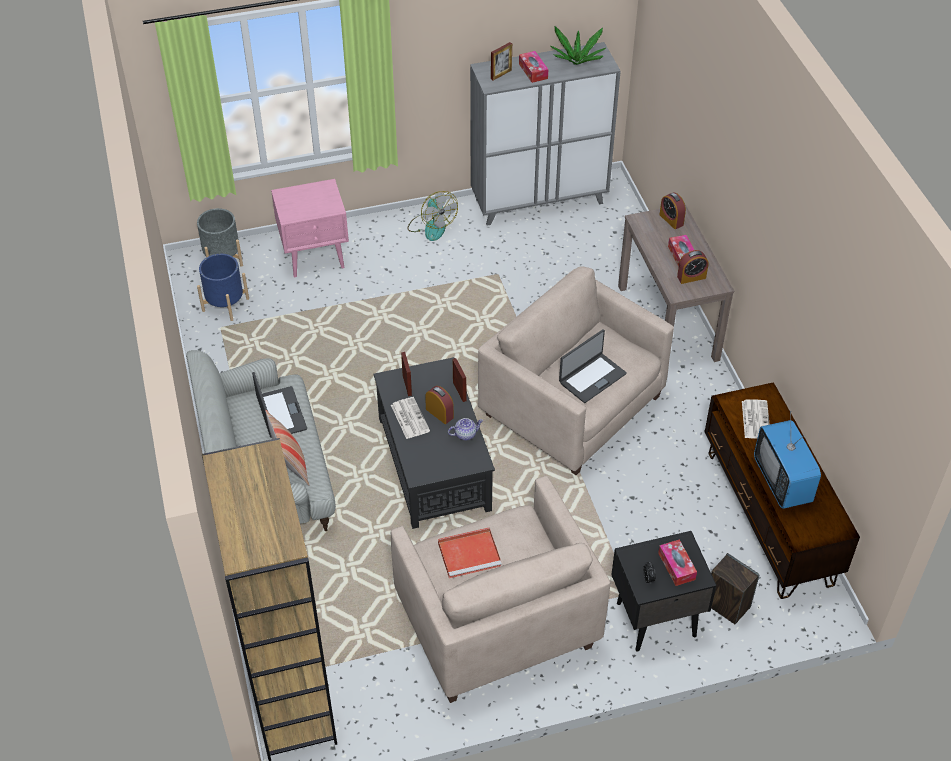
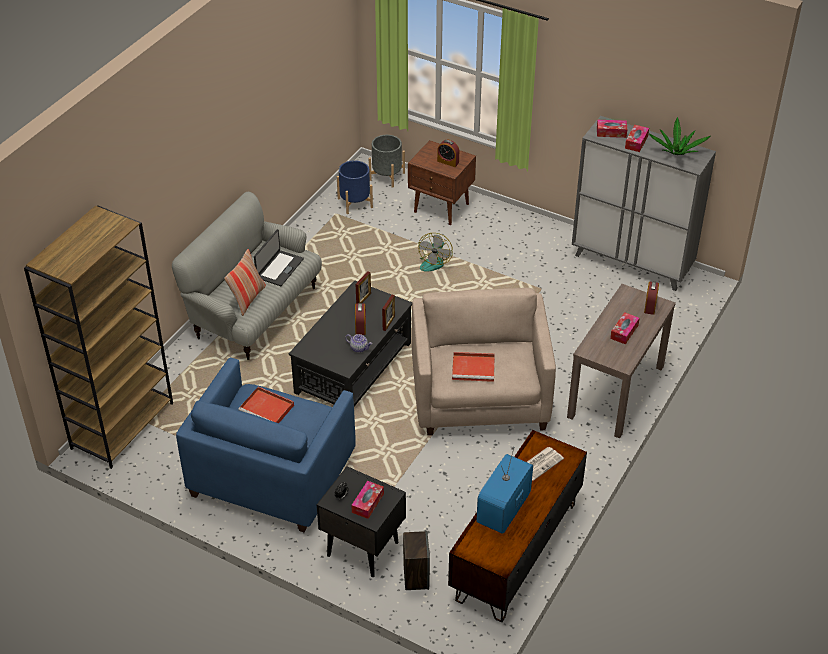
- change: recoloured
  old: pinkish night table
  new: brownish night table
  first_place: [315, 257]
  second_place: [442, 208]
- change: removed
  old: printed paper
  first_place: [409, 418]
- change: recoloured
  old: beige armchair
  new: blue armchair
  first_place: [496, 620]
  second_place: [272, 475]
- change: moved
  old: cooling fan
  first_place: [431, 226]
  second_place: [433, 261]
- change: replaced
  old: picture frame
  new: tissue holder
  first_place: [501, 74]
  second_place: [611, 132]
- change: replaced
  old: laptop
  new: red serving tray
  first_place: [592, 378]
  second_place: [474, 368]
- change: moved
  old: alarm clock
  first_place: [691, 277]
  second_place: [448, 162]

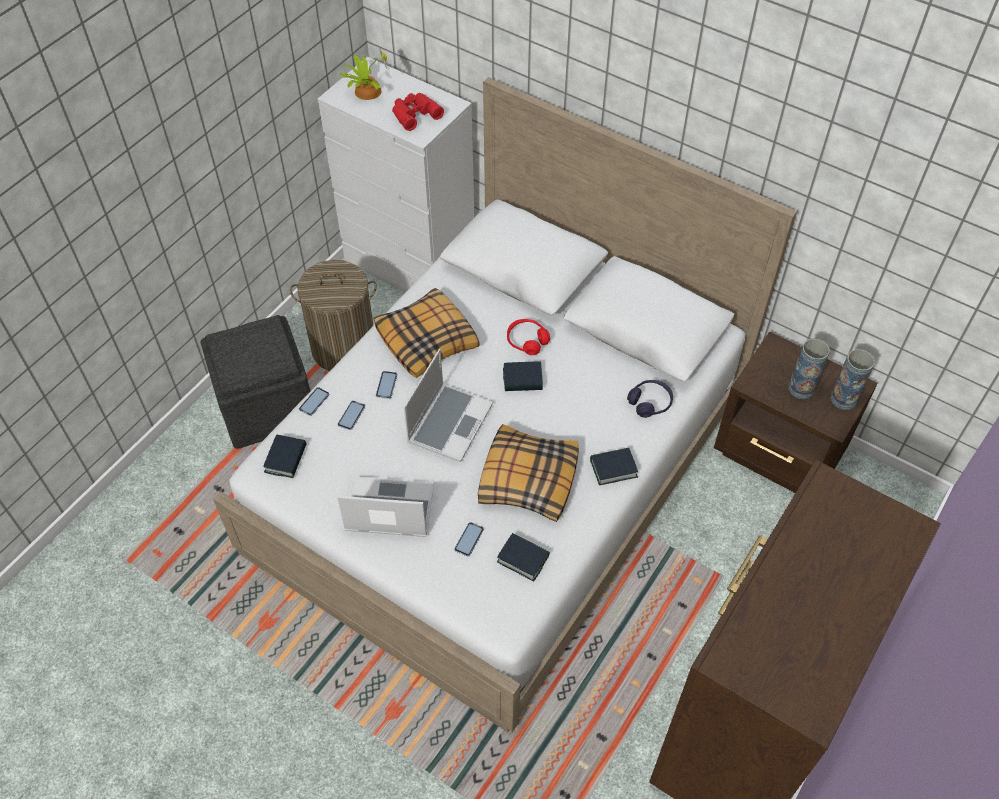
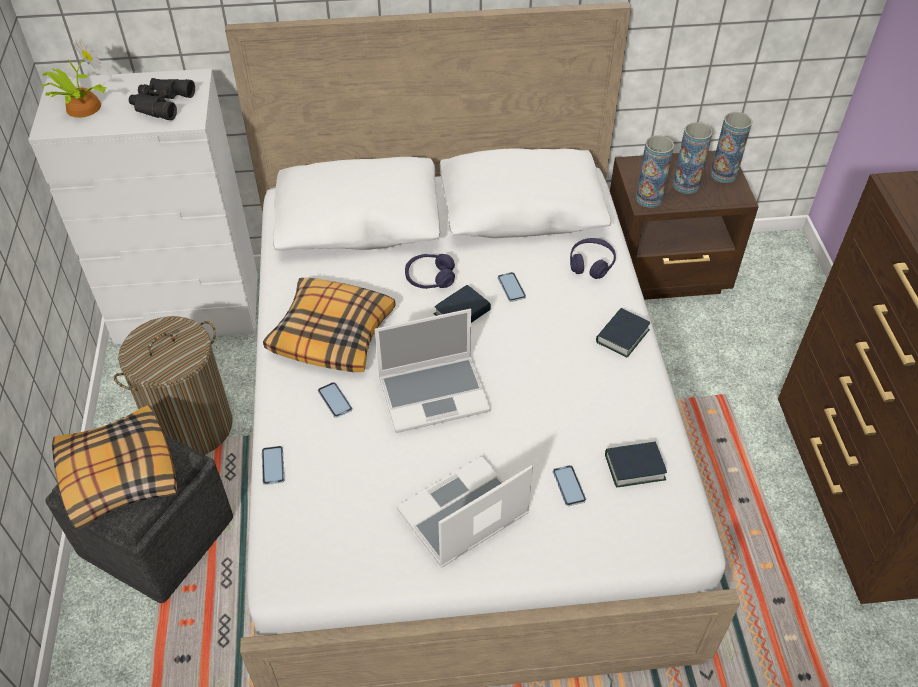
- change: removed
  old: bound book
  first_place: [286, 459]
- change: moved
  old: handset
  first_place: [351, 416]
  second_place: [511, 287]
- change: recoloured
  old: red pair of binoculars
  new: black-coloured pair of binoculars
  first_place: [414, 113]
  second_place: [160, 103]
- change: turned
  old: laptop
  first_place: [449, 422]
  second_place: [434, 393]
  degrees: 90
- change: moved
  old: cushion
  first_place: [527, 479]
  second_place: [117, 475]
- change: recoloured
  old: red pair of headphones
  new: purple-coloured pair of headphones
  first_place: [527, 341]
  second_place: [430, 278]
- change: added
  new: decorative vase
  second_place: [649, 198]

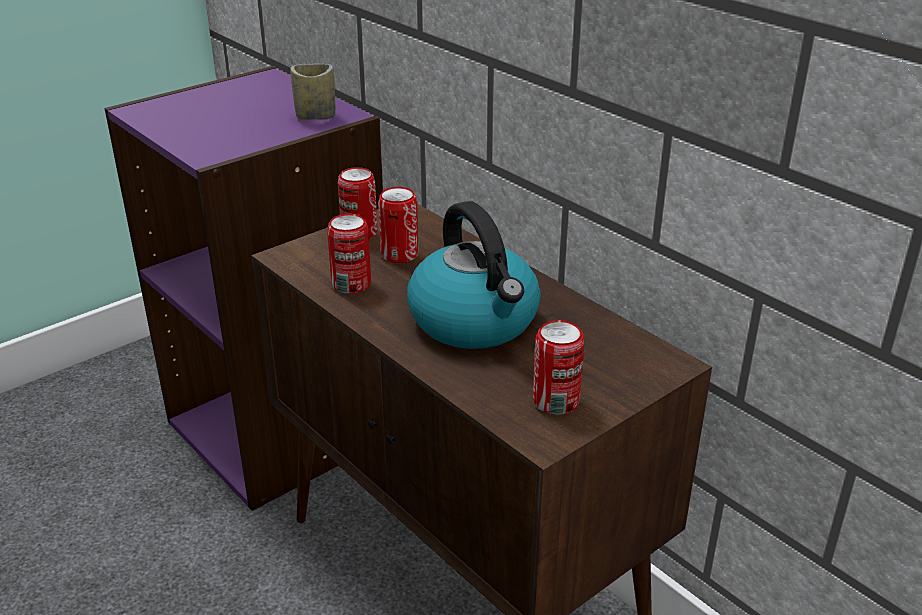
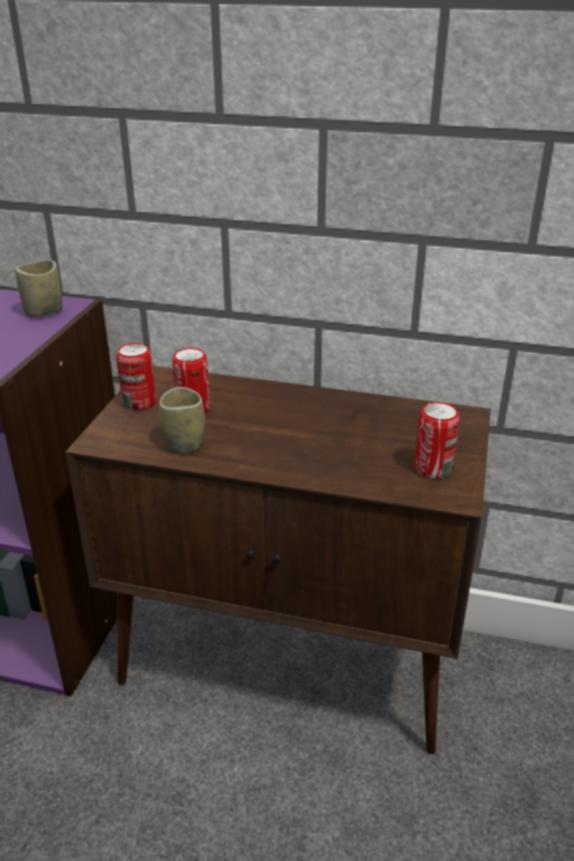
- change: replaced
  old: sealed can
  new: cup
  first_place: [351, 284]
  second_place: [184, 444]
- change: removed
  old: kettle
  first_place: [475, 321]

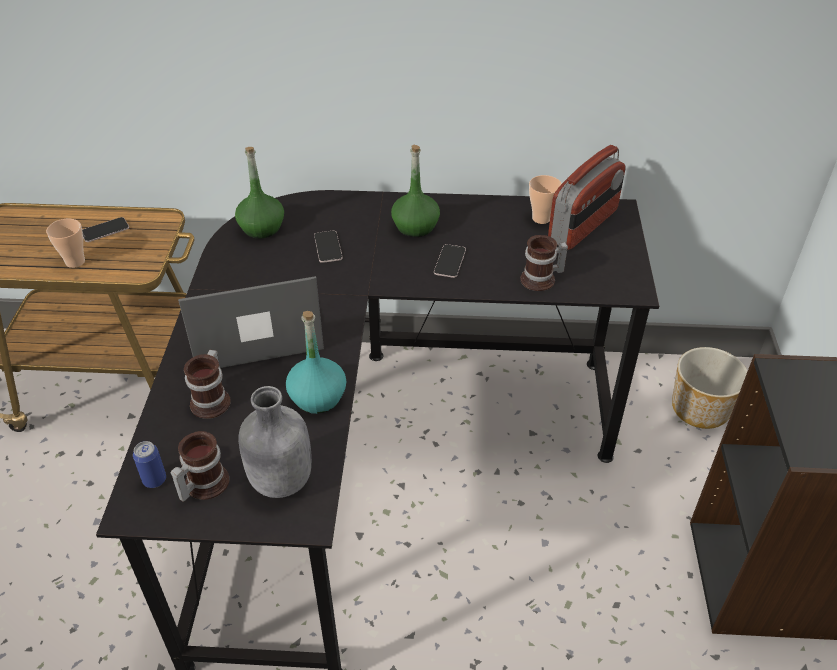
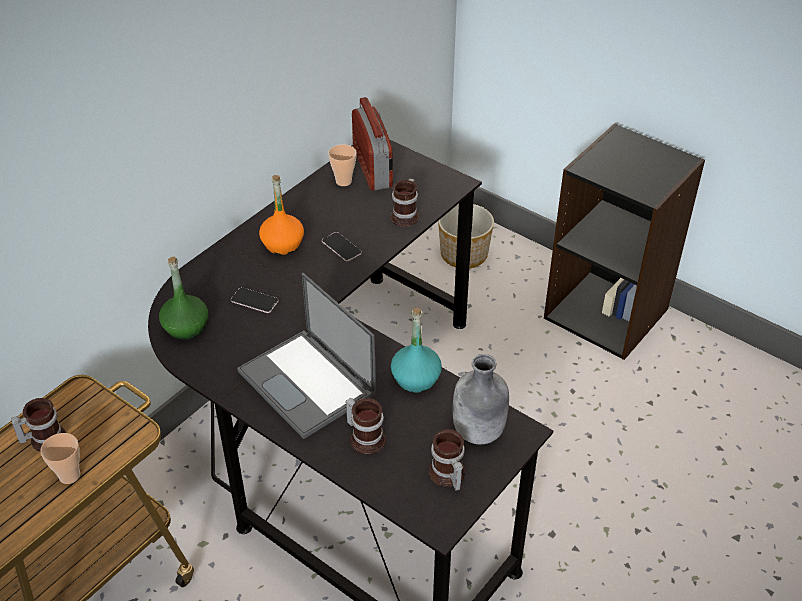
- change: replaced
  old: handset
  new: tea mug
  first_place: [105, 230]
  second_place: [44, 438]
- change: removed
  old: sealed can
  first_place: [154, 480]
- change: turned
  old: laptop
  first_place: [253, 329]
  second_place: [308, 383]
  degrees: -60
- change: recoloured
  old: greenish drink bottle
  new: orange-coloured drink bottle
  first_place: [415, 226]
  second_place: [282, 244]

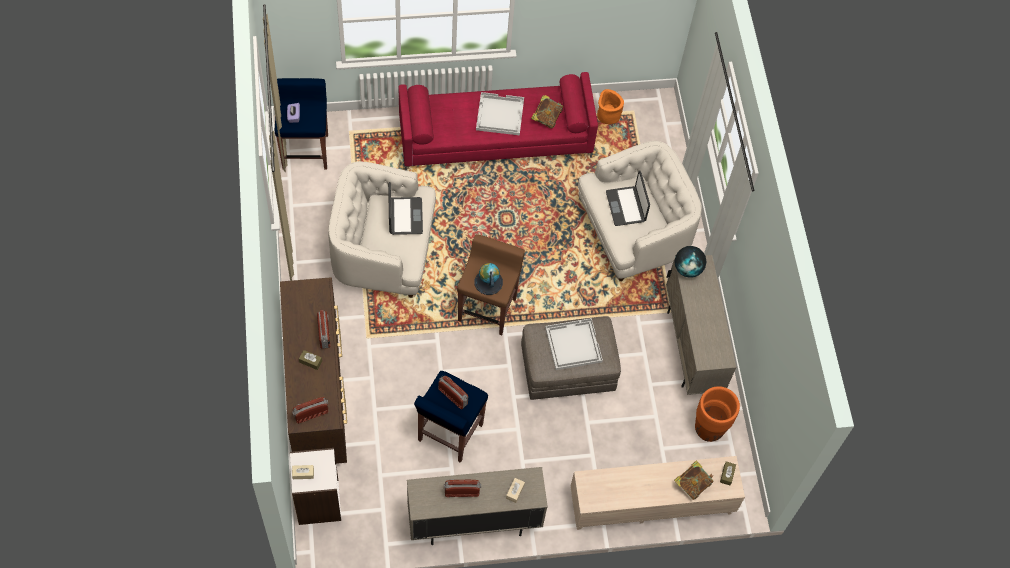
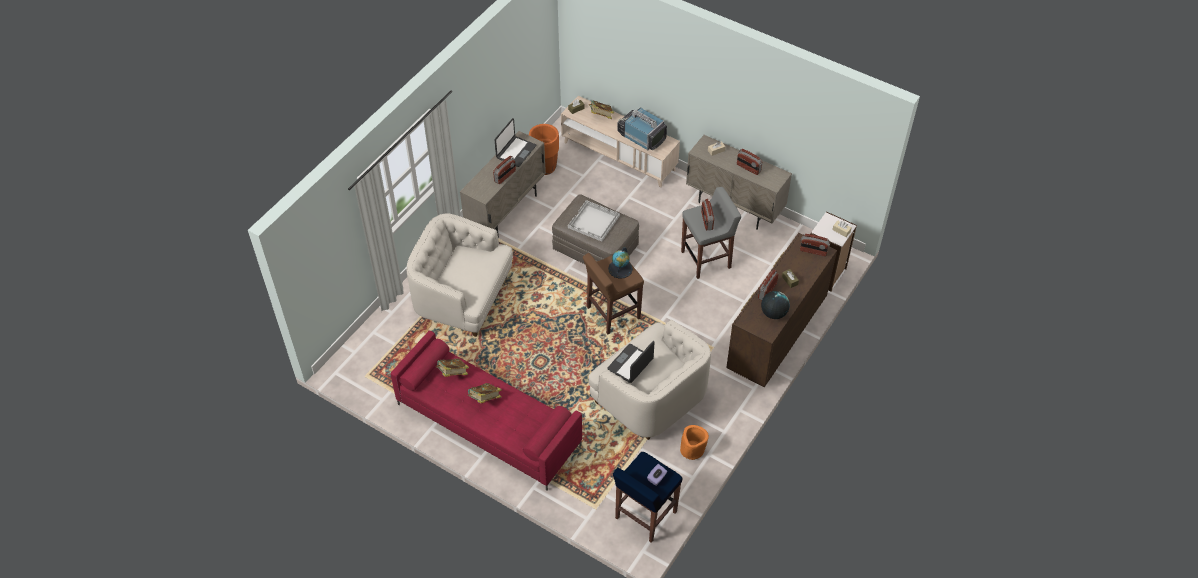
- change: recoloured
  old: blue sitting stool
  new: greyish sitting stool
  first_place: [449, 433]
  second_place: [707, 259]
- change: replaced
  old: white serving tray
  new: bound book
  first_place: [499, 115]
  second_place: [485, 399]
- change: moved
  old: orange-coloured plant pot
  first_place: [608, 115]
  second_place: [692, 450]
- change: moved
  old: laptop
  first_place: [626, 206]
  second_place: [515, 152]
- change: moved
  old: world globe
  first_place: [688, 269]
  second_place: [773, 313]
- change: added
  new: radio set
  second_place: [505, 176]
- change: added
  new: TV set
  second_place: [641, 137]

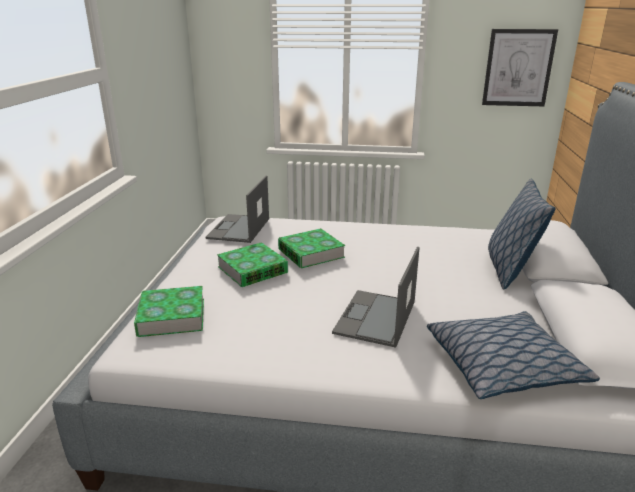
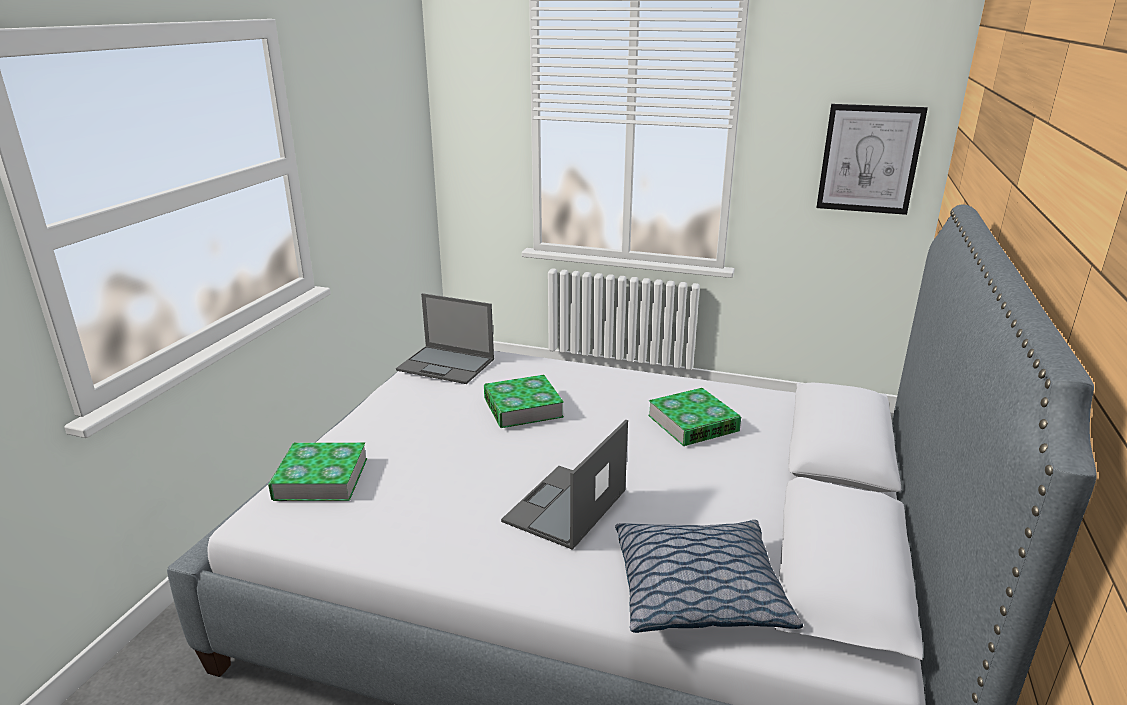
- change: turned
  old: laptop
  first_place: [239, 229]
  second_place: [447, 365]
  degrees: -90
- change: moved
  old: bound book
  first_place: [252, 270]
  second_place: [693, 423]
- change: removed
  old: cushion
  first_place: [509, 270]

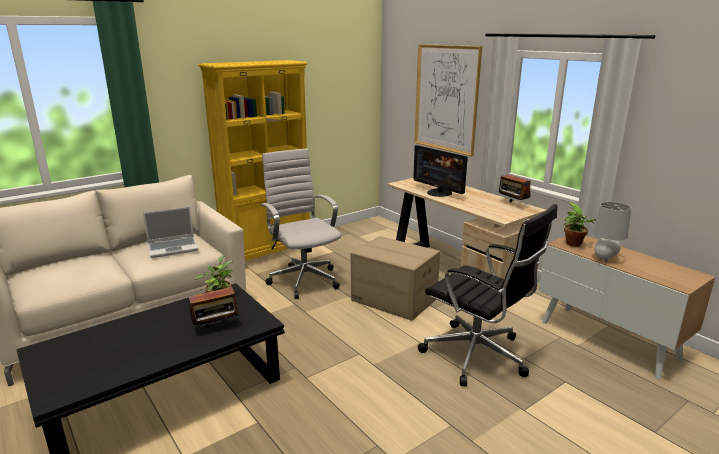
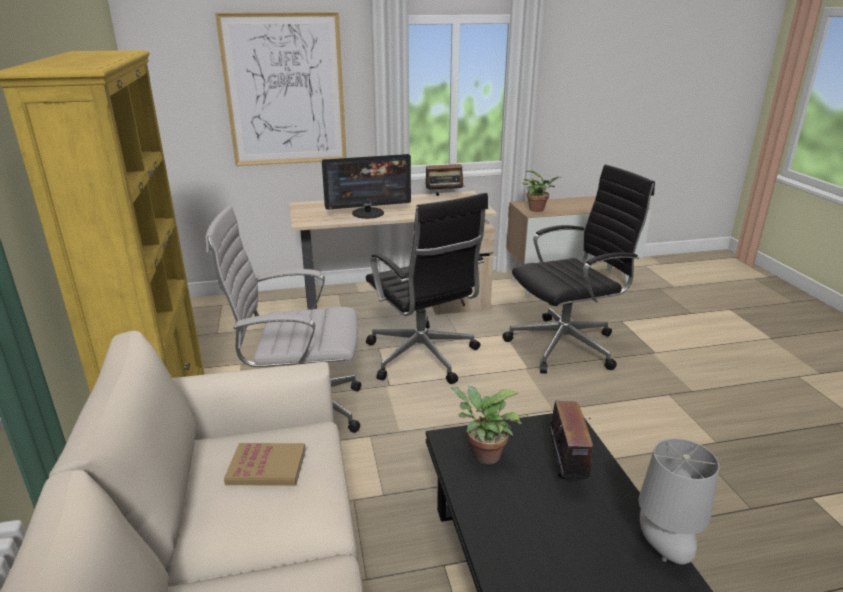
- change: replaced
  old: laptop
  new: bound book
  first_place: [173, 248]
  second_place: [266, 467]
- change: replaced
  old: packing box
  new: black-coloured desk chair
  first_place: [393, 300]
  second_place: [423, 357]
- change: moved
  old: greyish lamp for a table
  first_place: [605, 259]
  second_place: [663, 550]

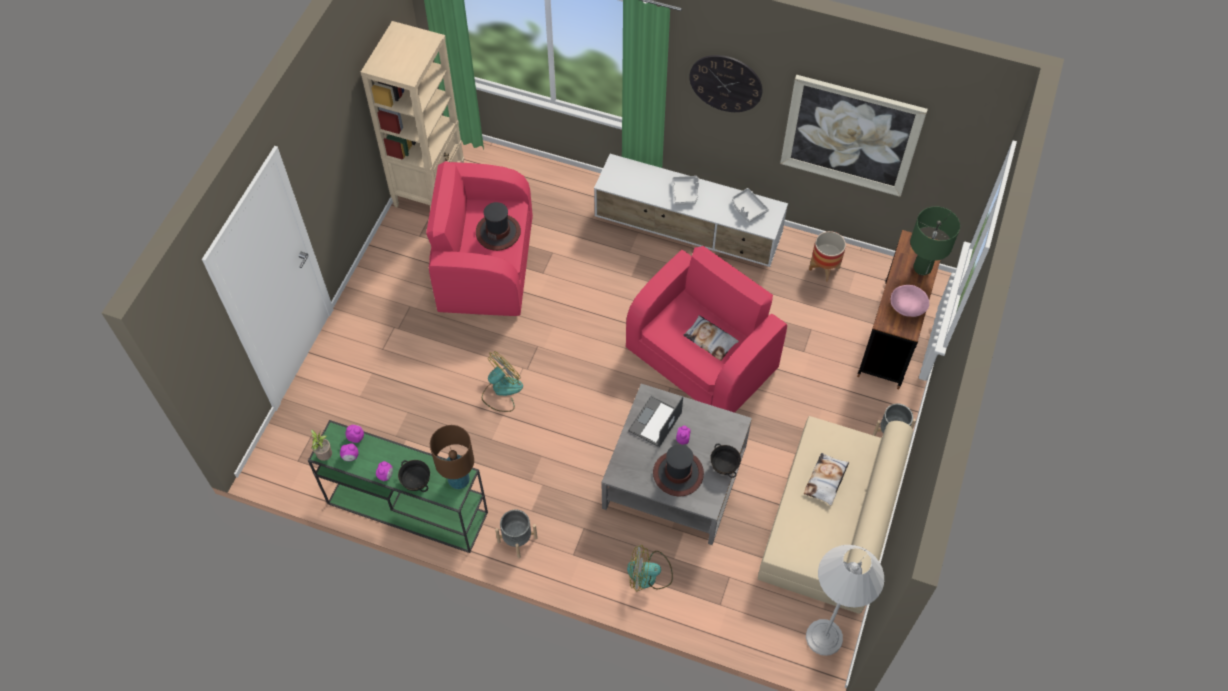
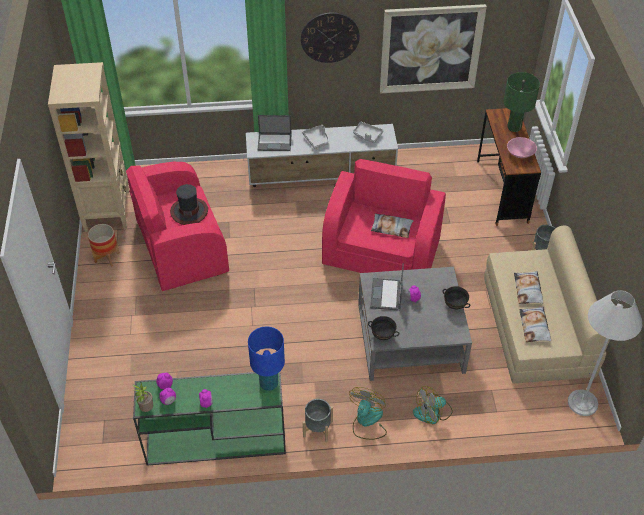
- change: moved
  old: black-coloured bowl
  first_place: [416, 482]
  second_place: [382, 336]
- change: recoloured
  old: brownish lamp for a table
  new: blue lamp for a table
  first_place: [459, 480]
  second_place: [269, 384]
- change: moved
  old: cooling fan
  first_place: [501, 391]
  second_place: [367, 422]
- change: removed
  old: hat
  first_place: [678, 473]
- change: moved
  old: plant pot
  first_place: [824, 268]
  second_place: [107, 257]
- change: added
  new: laptop
  second_place: [275, 142]
- change: added
  new: cushion
  second_place: [534, 327]

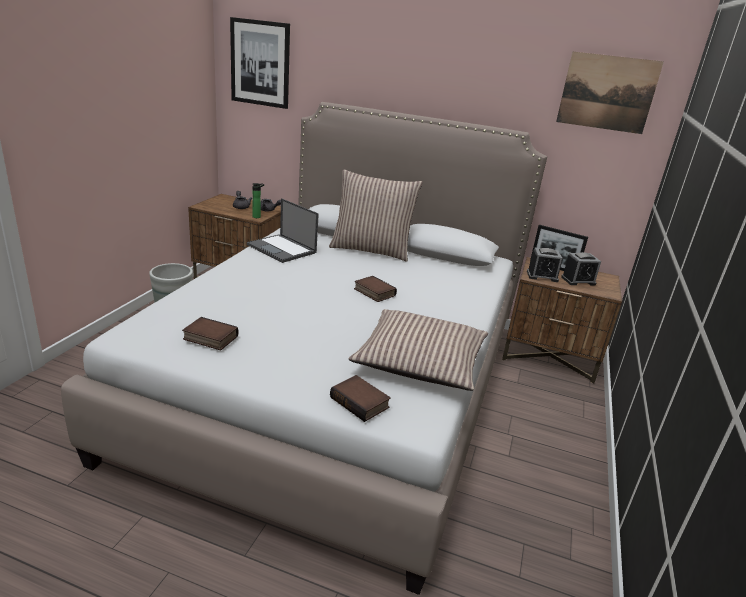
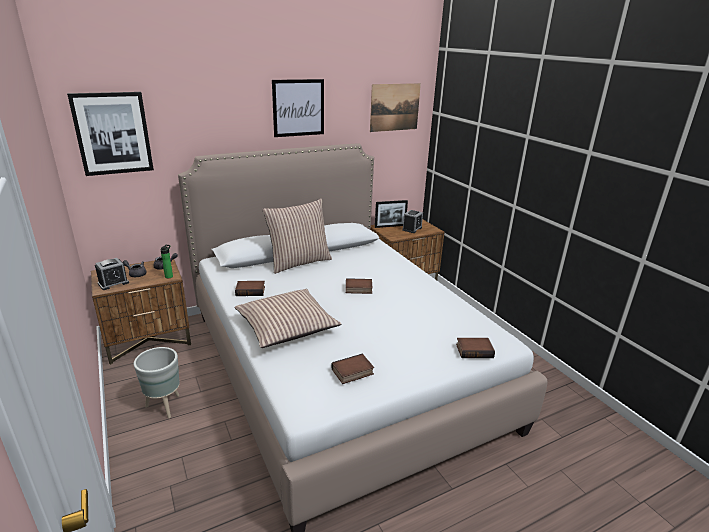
- change: replaced
  old: laptop
  new: bound book
  first_place: [282, 249]
  second_place: [251, 290]
- change: moved
  old: cushion
  first_place: [420, 361]
  second_place: [286, 326]
- change: moved
  old: alarm clock
  first_place: [542, 276]
  second_place: [113, 283]
- change: added
  new: wall art
  second_place: [298, 108]

